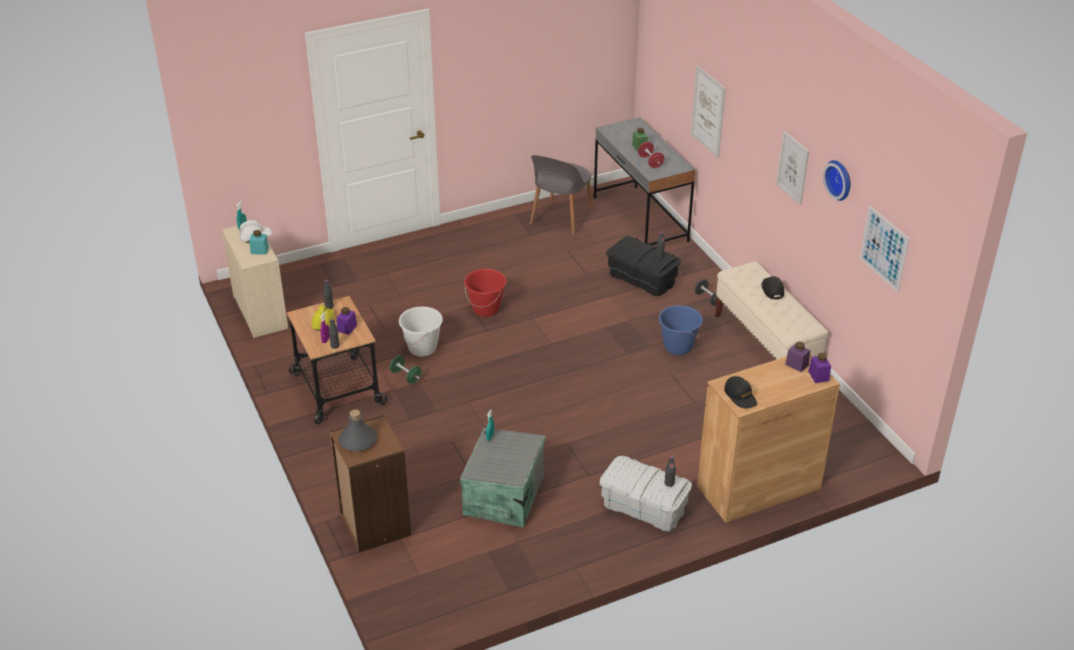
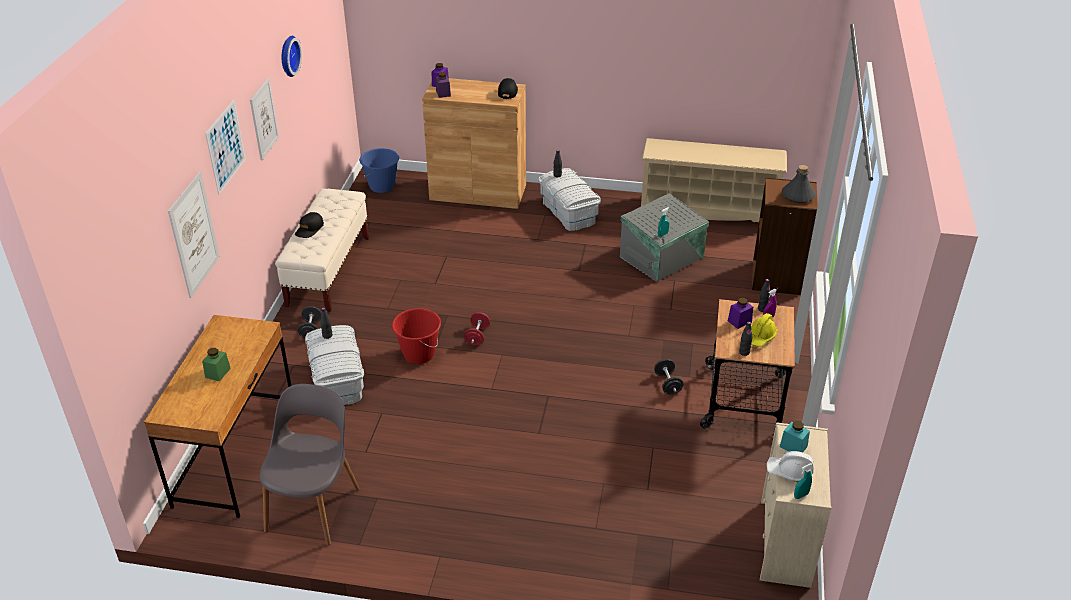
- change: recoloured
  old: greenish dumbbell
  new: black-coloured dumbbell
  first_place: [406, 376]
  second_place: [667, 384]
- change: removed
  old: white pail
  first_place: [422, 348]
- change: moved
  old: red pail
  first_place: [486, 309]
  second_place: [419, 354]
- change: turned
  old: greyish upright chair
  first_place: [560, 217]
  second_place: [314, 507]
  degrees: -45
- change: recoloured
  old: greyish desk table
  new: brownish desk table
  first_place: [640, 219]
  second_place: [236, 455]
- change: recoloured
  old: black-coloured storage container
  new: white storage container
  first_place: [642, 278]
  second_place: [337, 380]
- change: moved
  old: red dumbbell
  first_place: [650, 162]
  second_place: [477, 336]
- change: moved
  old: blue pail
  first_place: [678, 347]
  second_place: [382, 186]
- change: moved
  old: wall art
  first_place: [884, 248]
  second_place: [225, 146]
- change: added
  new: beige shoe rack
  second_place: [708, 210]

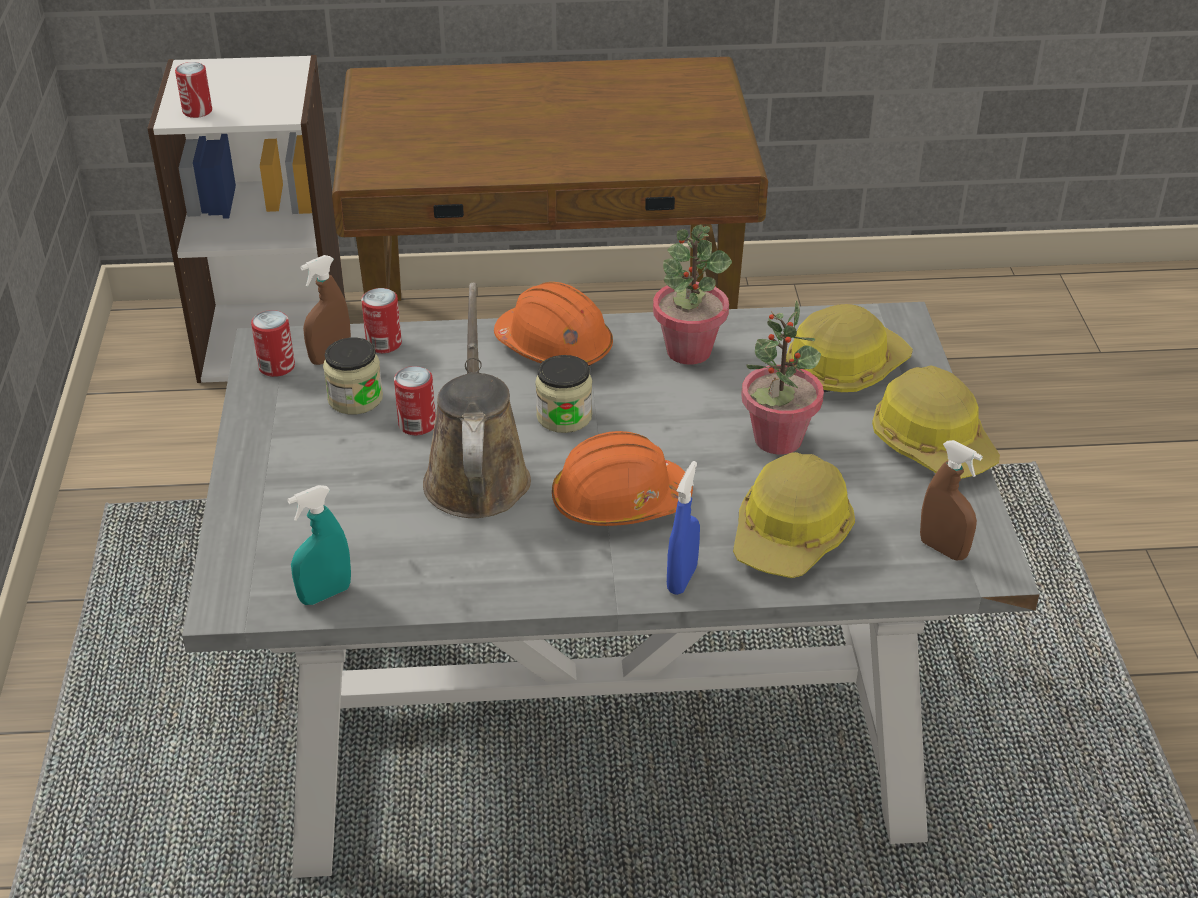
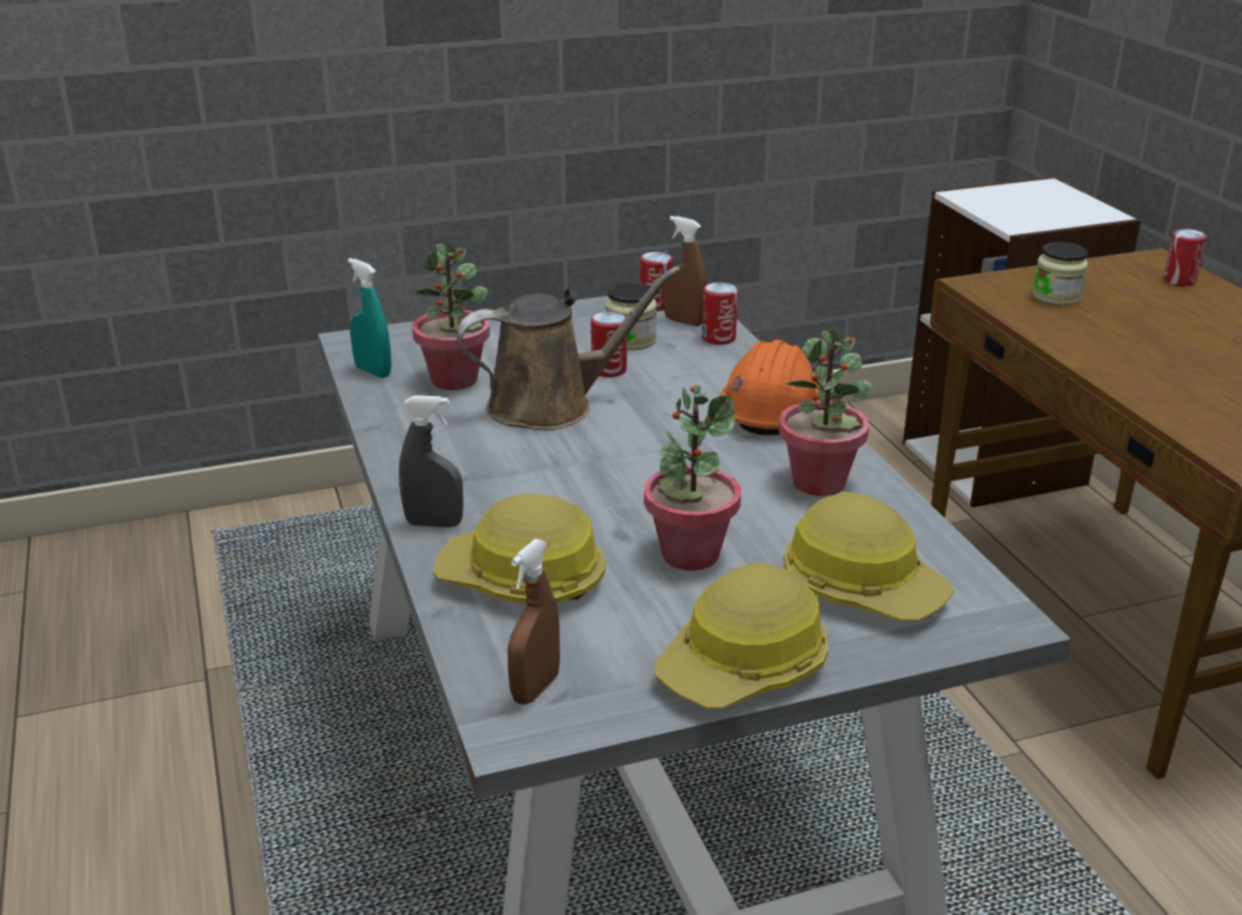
- change: moved
  old: sealed can
  first_place: [197, 111]
  second_place: [1179, 281]
- change: moved
  old: preserve jar
  first_place: [564, 416]
  second_place: [1056, 297]
- change: removed
  old: orange-coloured work helmet
  first_place: [619, 502]
- change: recoloured
  old: blue hand sprayer
  new: greyish hand sprayer
  first_place: [682, 579]
  second_place: [434, 523]
- change: added
  new: plant in a pot
  second_place: [455, 380]

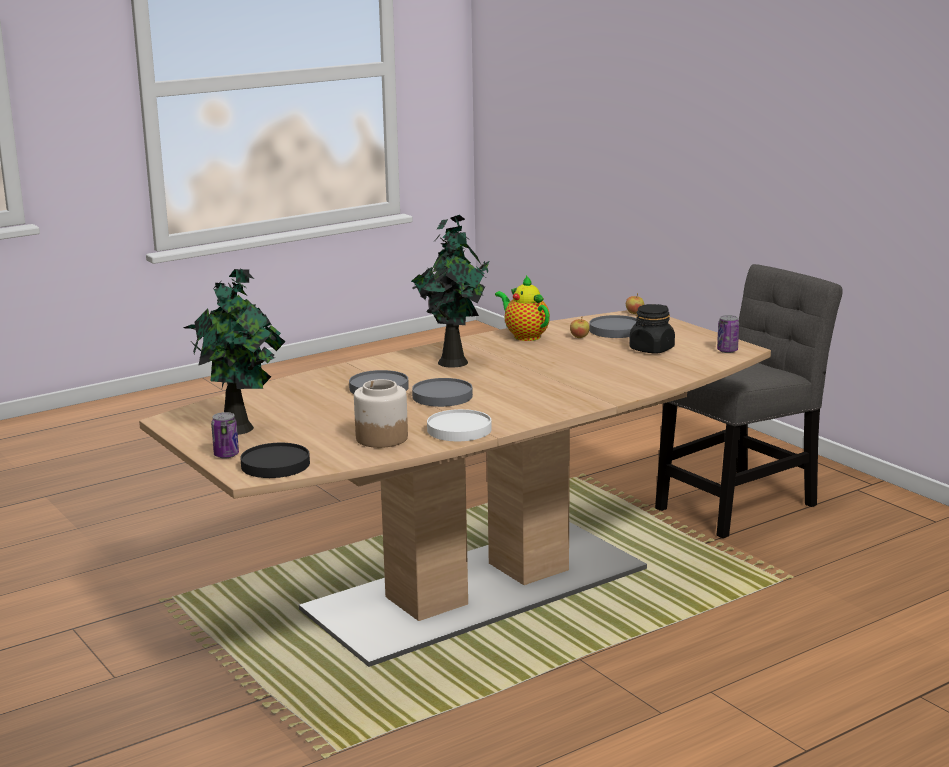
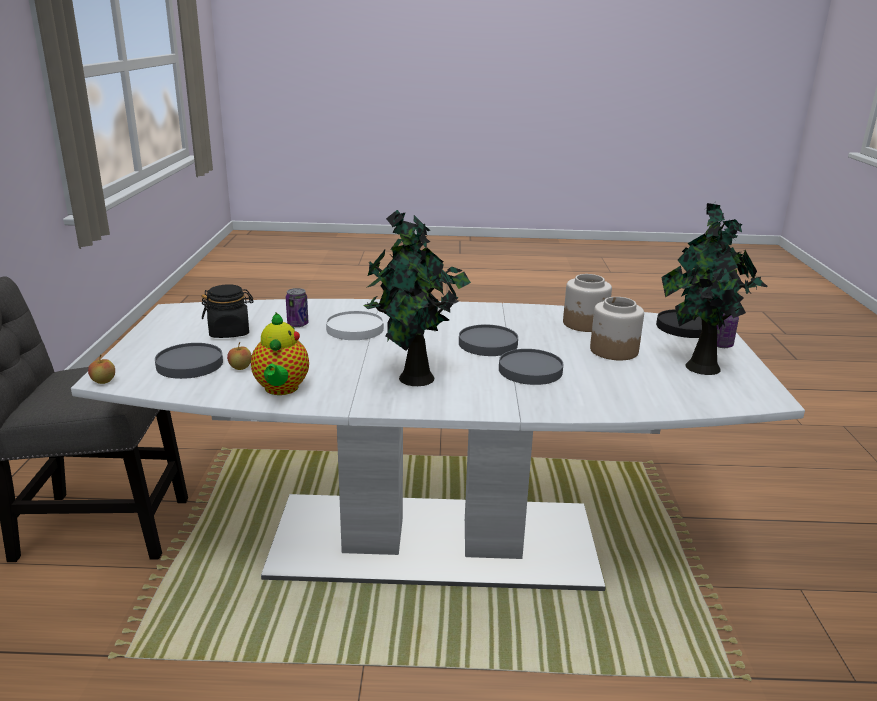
- change: recoloured
  old: brownish dining table
  new: white dining table
  first_place: [479, 589]
  second_place: [432, 541]
- change: moved
  old: white flat dish
  first_place: [458, 429]
  second_place: [355, 329]
- change: moved
  old: sealed can
  first_place: [727, 350]
  second_place: [298, 324]
- change: added
  new: preserve jar
  second_place: [613, 350]

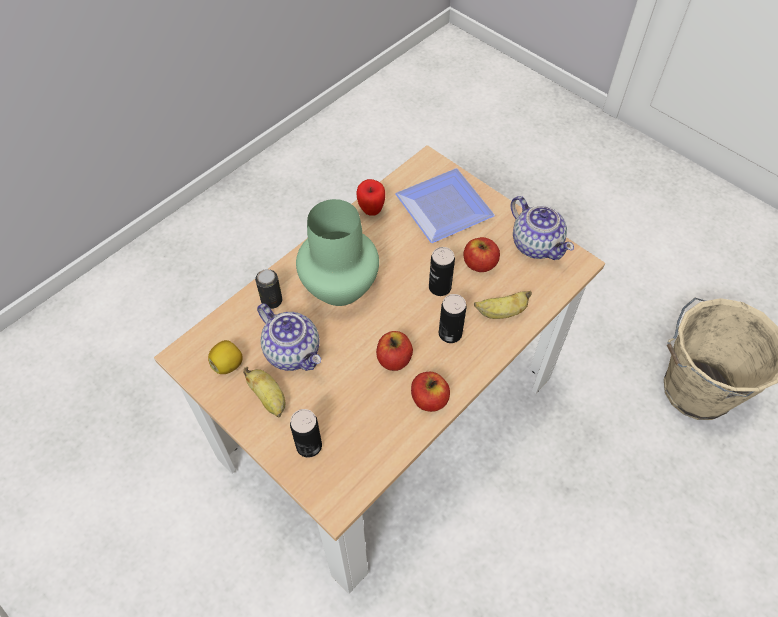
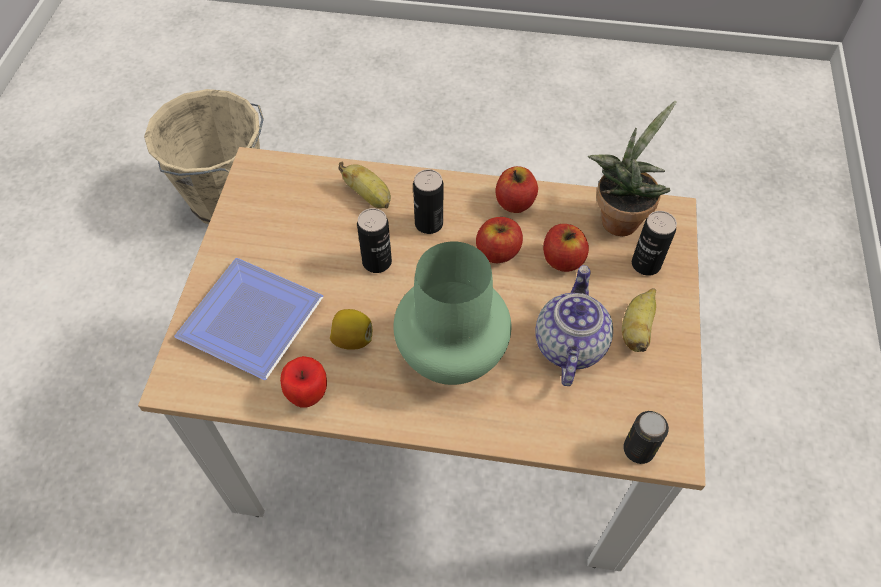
- change: moved
  old: whole lemon
  first_place: [228, 364]
  second_place: [352, 339]
- change: moved
  old: sealed can
  first_place: [271, 301]
  second_place: [638, 449]
- change: moved
  old: apple
  first_place: [479, 264]
  second_place: [562, 259]
- change: removed
  old: teapot
  first_place: [536, 244]
- change: added
  new: plant in a pot
  second_place: [619, 217]

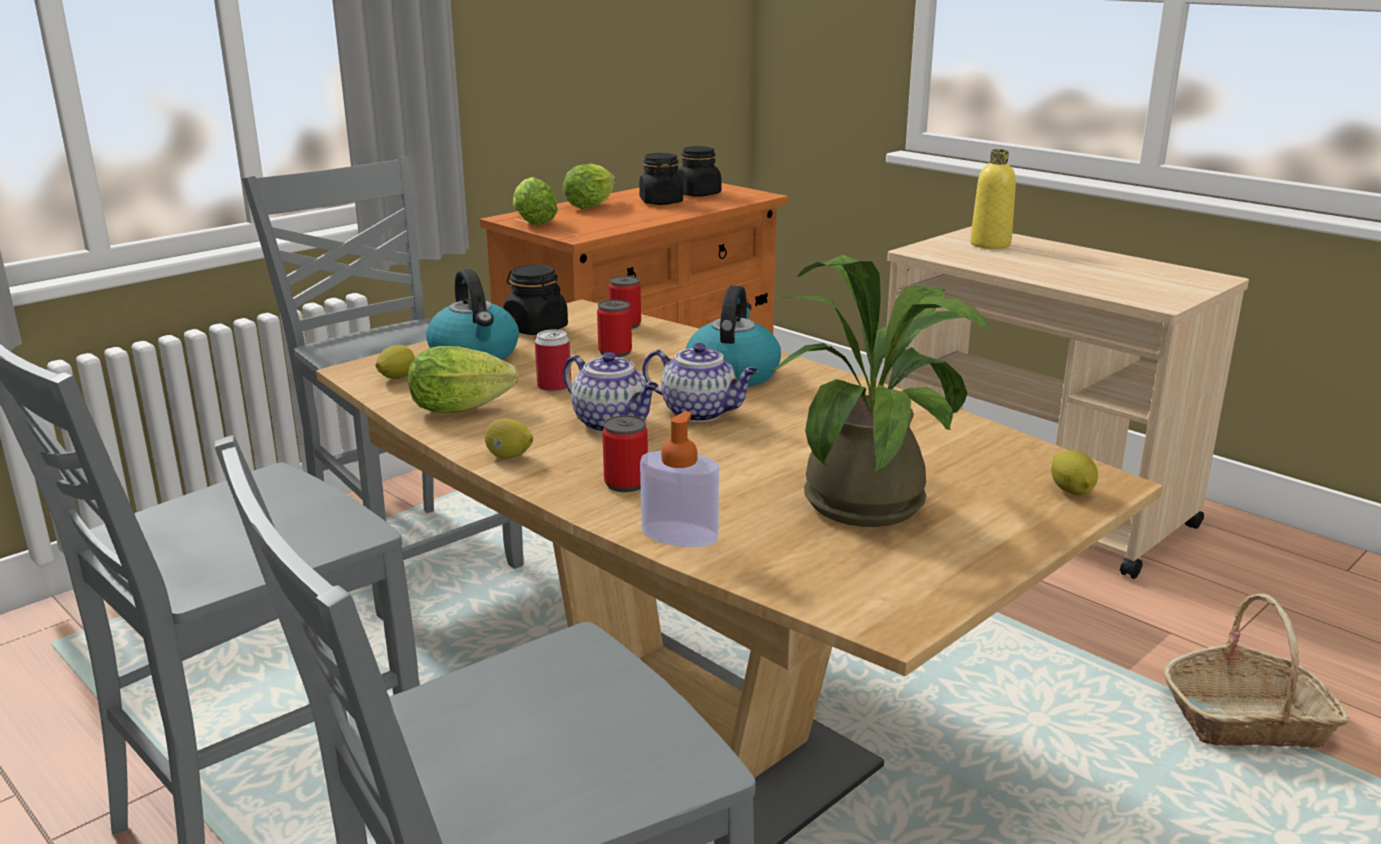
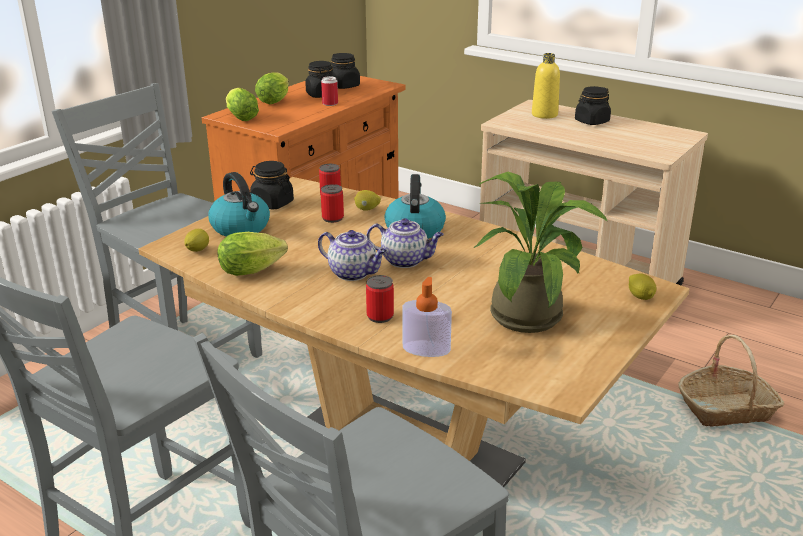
- change: moved
  old: whole lemon
  first_place: [509, 457]
  second_place: [367, 209]
- change: moved
  old: sealed can
  first_place: [554, 387]
  second_place: [330, 104]
- change: added
  new: black-coloured preserve jar
  second_place: [591, 121]

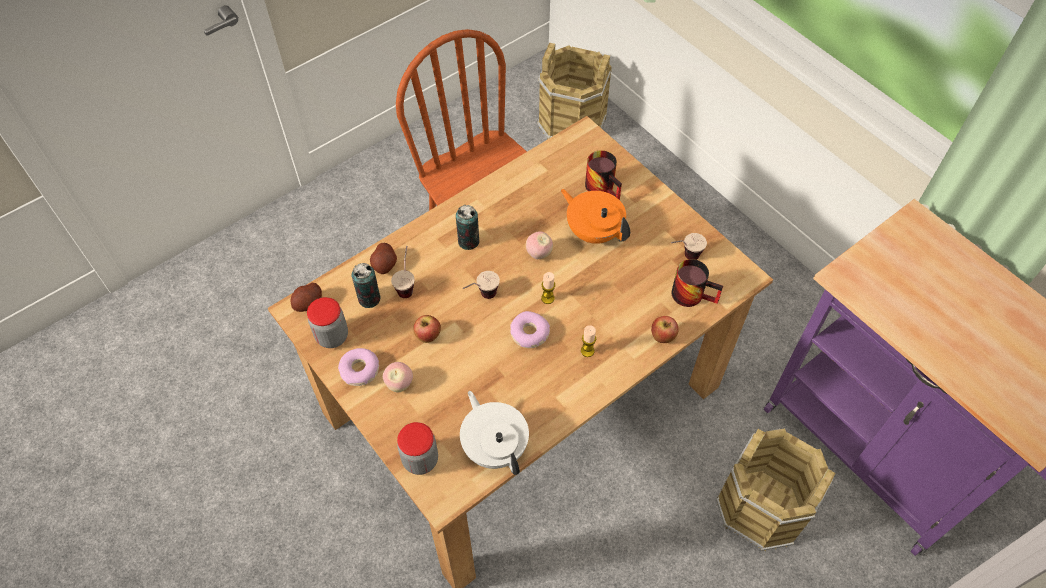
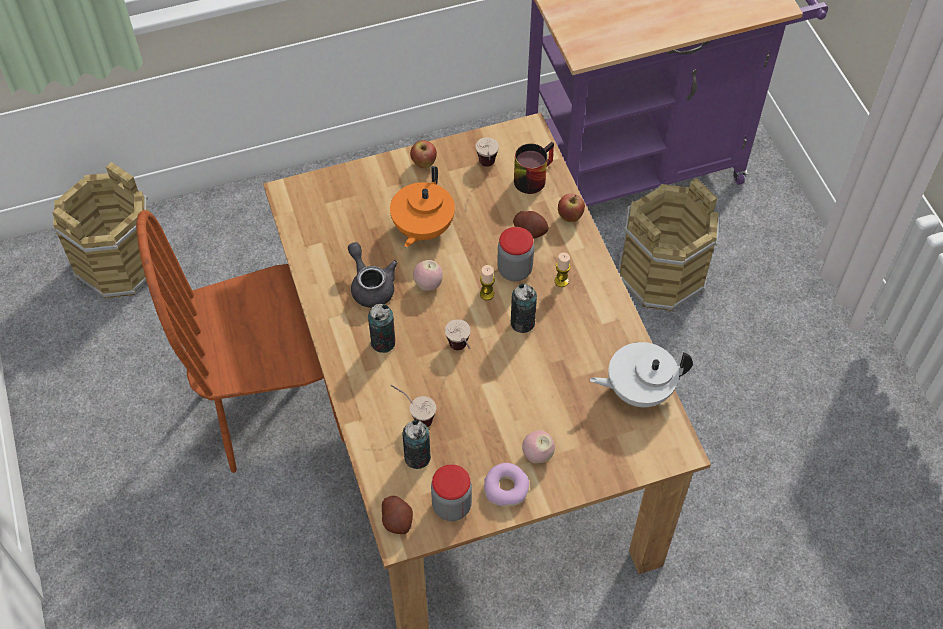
- change: moved
  old: whole potato
  first_place: [384, 264]
  second_place: [530, 231]
- change: moved
  old: preserve jar
  first_place: [420, 460]
  second_place: [514, 270]
- change: moved
  old: apple
  first_place: [428, 336]
  second_place: [424, 164]
- change: replaced
  old: ring doughnut
  new: sealed can
  first_place: [529, 334]
  second_place: [522, 323]
- change: turned
  old: orange-coloured teapot
  first_place: [594, 231]
  second_place: [422, 229]
  degrees: -45
- change: removed
  old: tea mug
  first_place: [605, 187]
- change: added
  new: greyish teapot
  second_place: [371, 285]

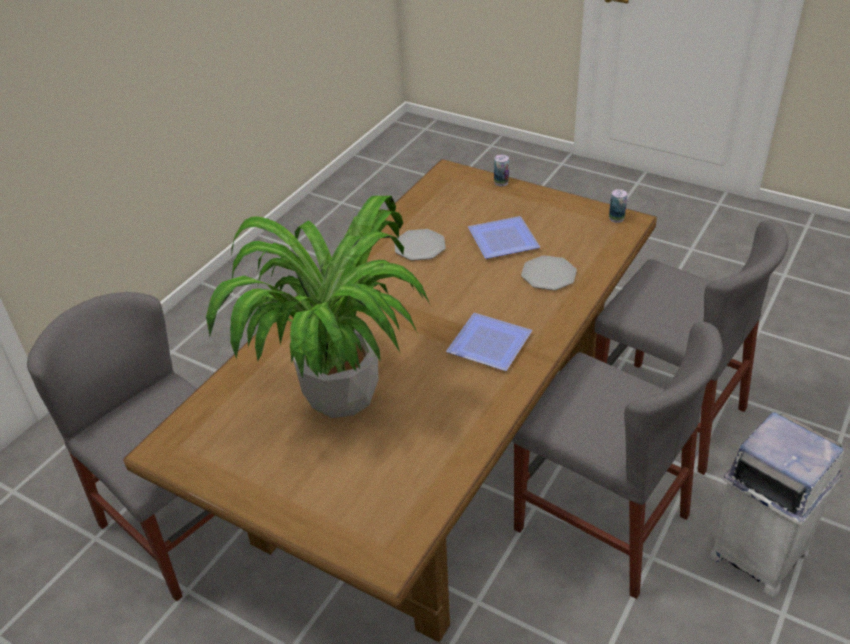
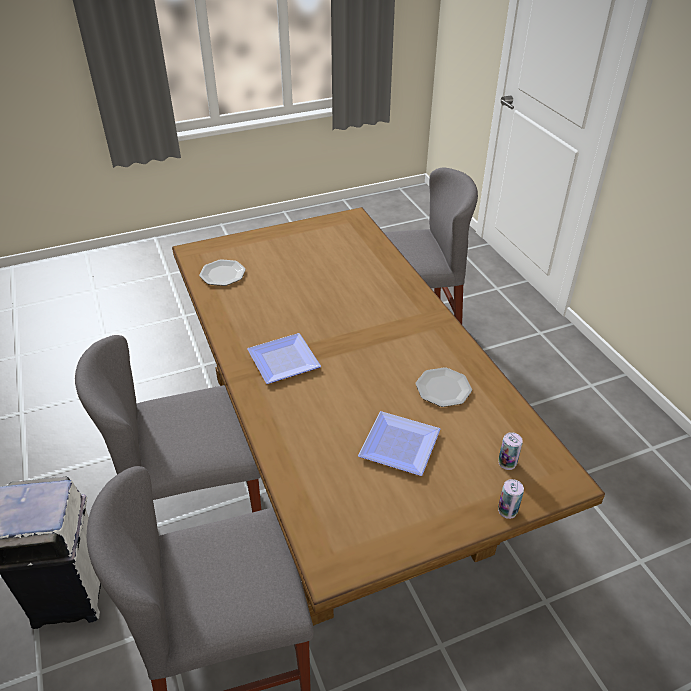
- change: removed
  old: plant in a pot
  first_place: [341, 395]
- change: moved
  old: flat dish
  first_place: [548, 275]
  second_place: [222, 274]
- change: moved
  old: sealed can
  first_place: [616, 218]
  second_place: [507, 463]

